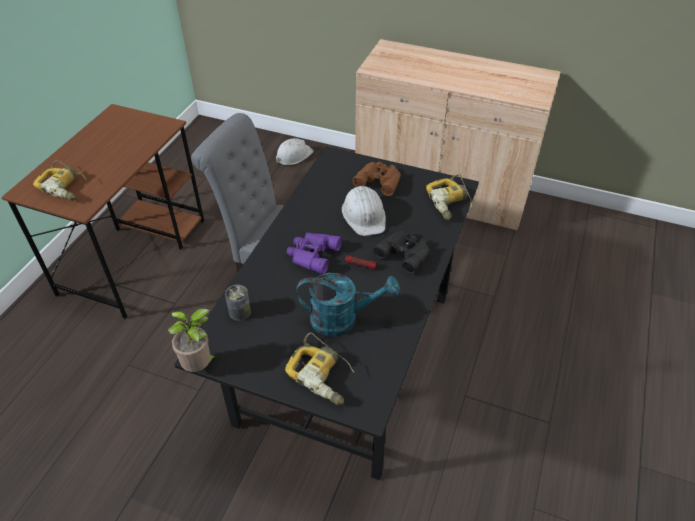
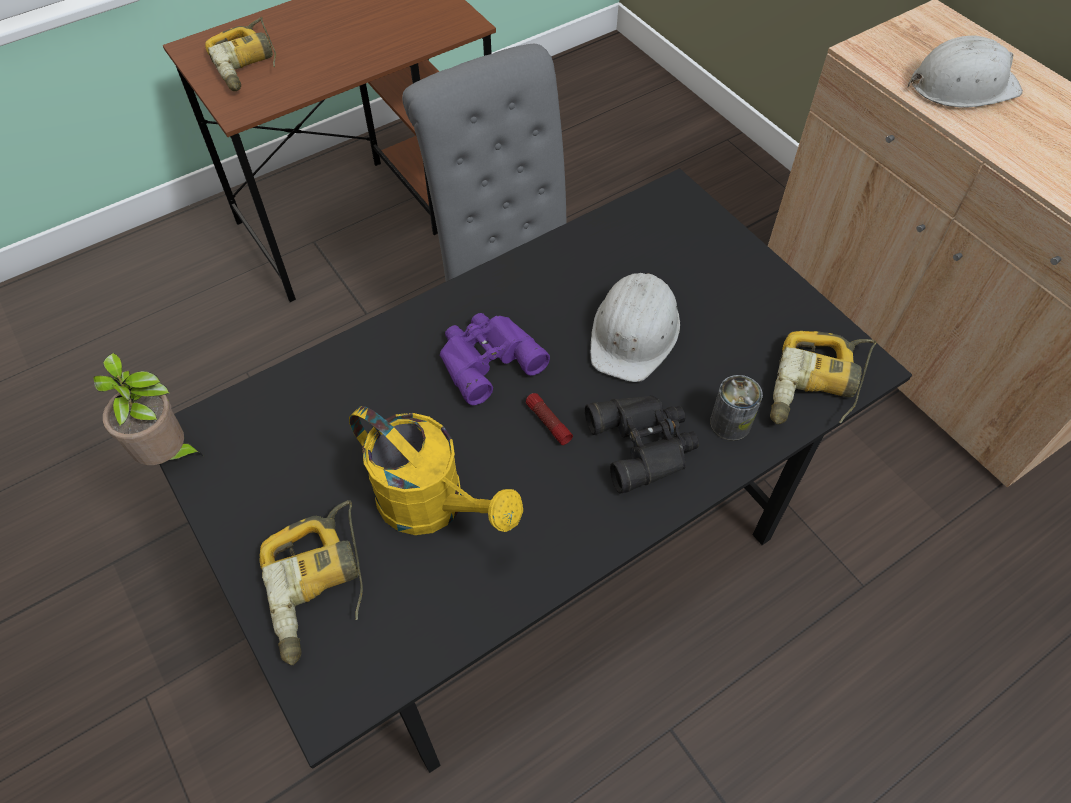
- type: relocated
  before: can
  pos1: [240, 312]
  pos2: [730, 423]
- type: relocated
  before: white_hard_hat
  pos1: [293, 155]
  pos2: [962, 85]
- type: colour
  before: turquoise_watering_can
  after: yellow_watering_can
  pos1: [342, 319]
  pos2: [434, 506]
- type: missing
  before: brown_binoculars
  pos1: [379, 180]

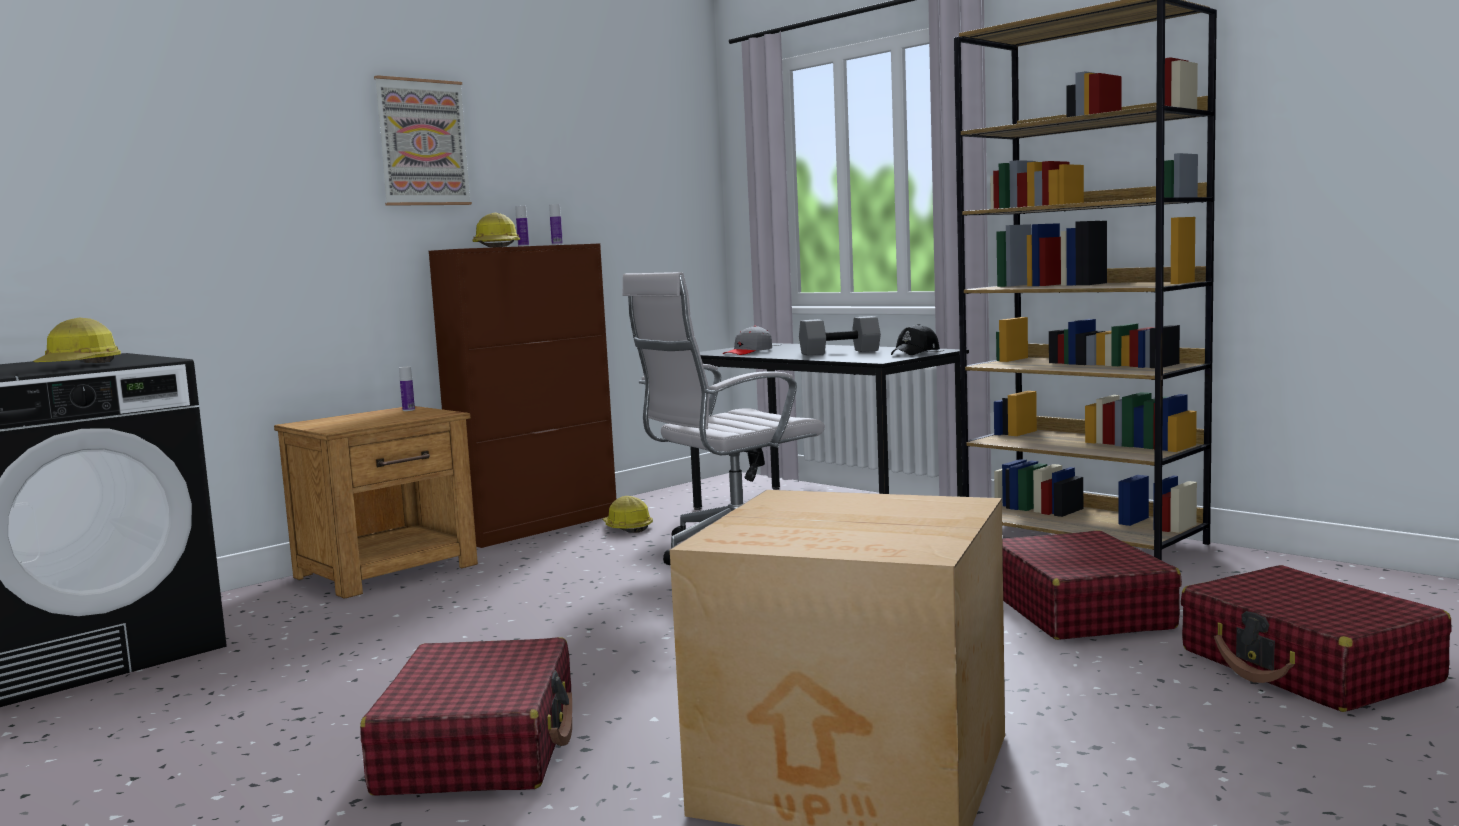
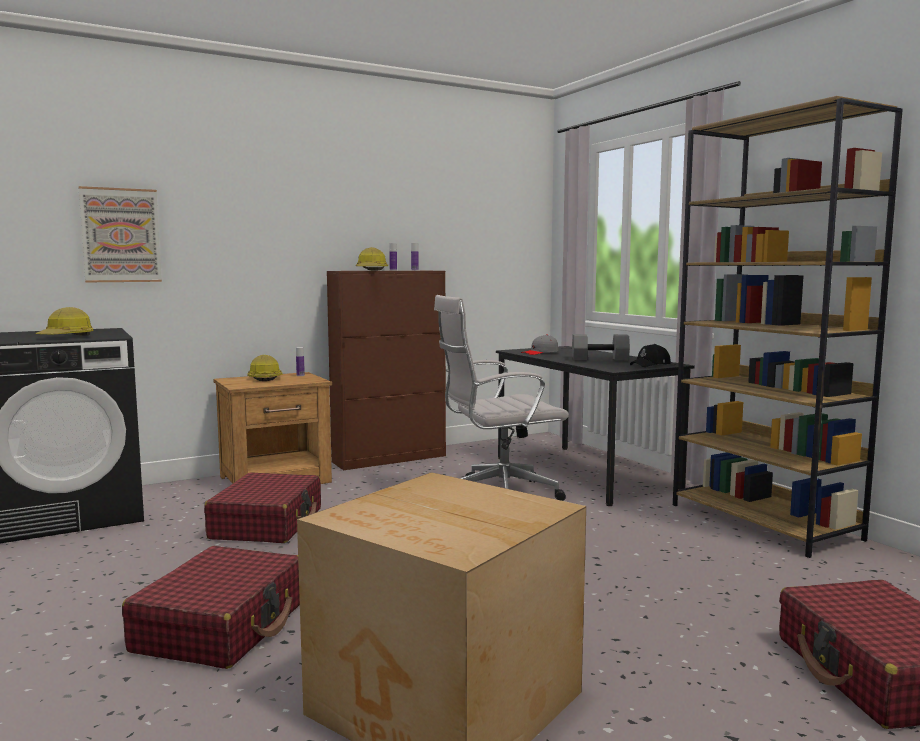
- type: relocated
  before: picture
  pos1: [422, 142]
  pos2: [121, 235]
- type: relocated
  before: hard_hat
  pos1: [626, 527]
  pos2: [264, 378]
- type: relocated
  before: red_suitcase
  pos1: [1080, 610]
  pos2: [267, 524]

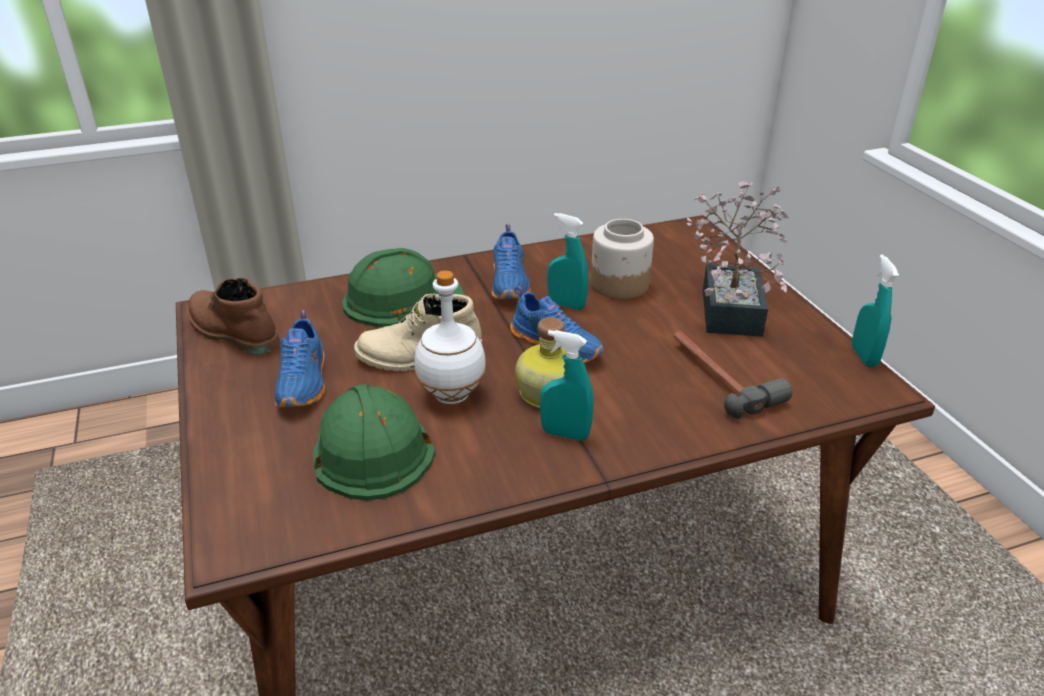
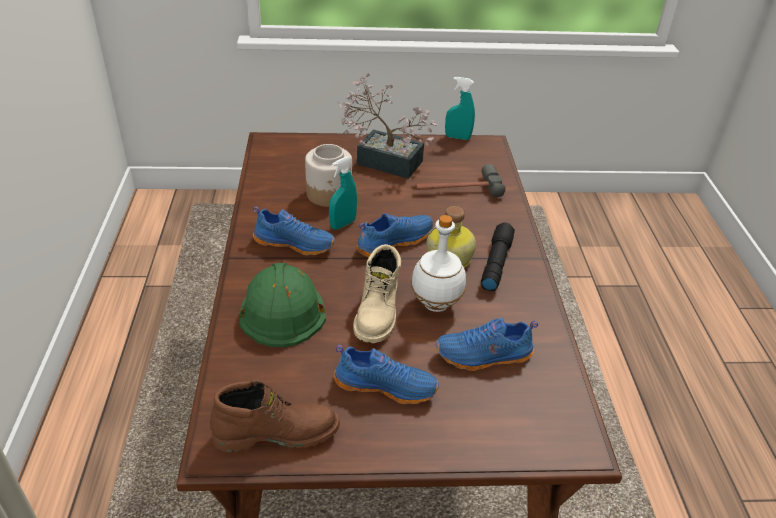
- type: spun
  before: brown_boot
  pos1: [231, 332]
  pos2: [277, 432]
  turn: -150
- type: exchanged
  before: green_hard_hat
  after: blue_shoe
  pos1: [369, 447]
  pos2: [484, 356]
- type: exchanged
  before: turquoise_spray_bottle
  after: black_flashlight
  pos1: [565, 434]
  pos2: [495, 262]

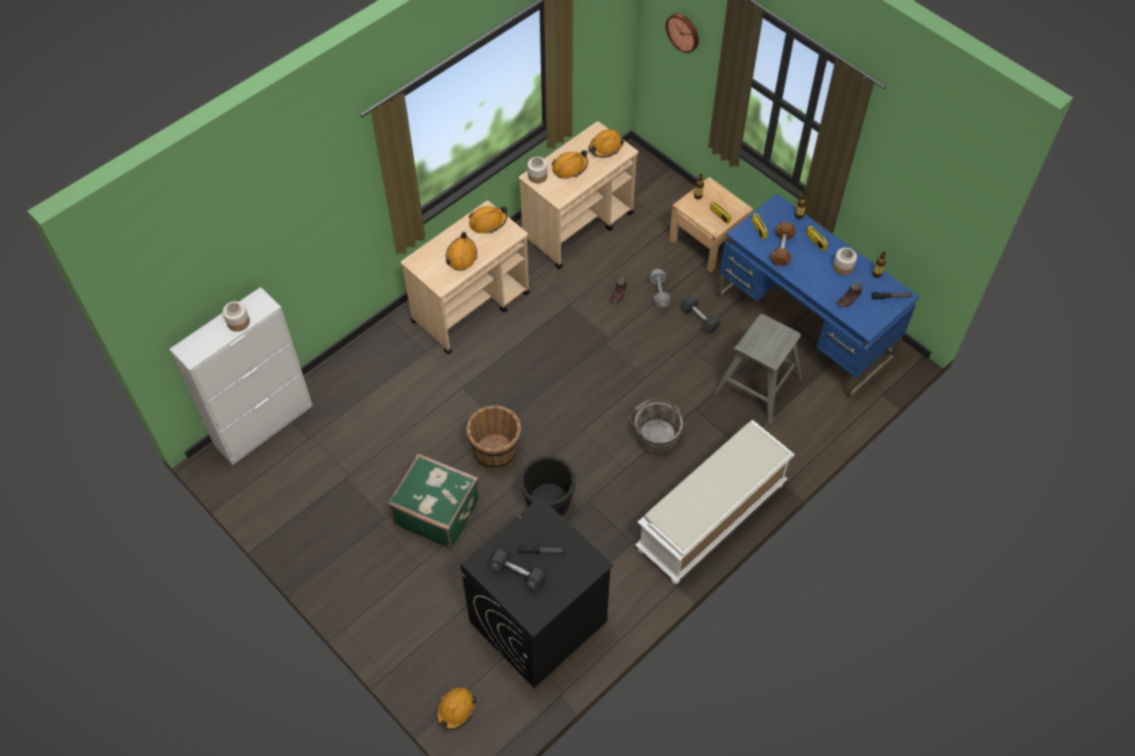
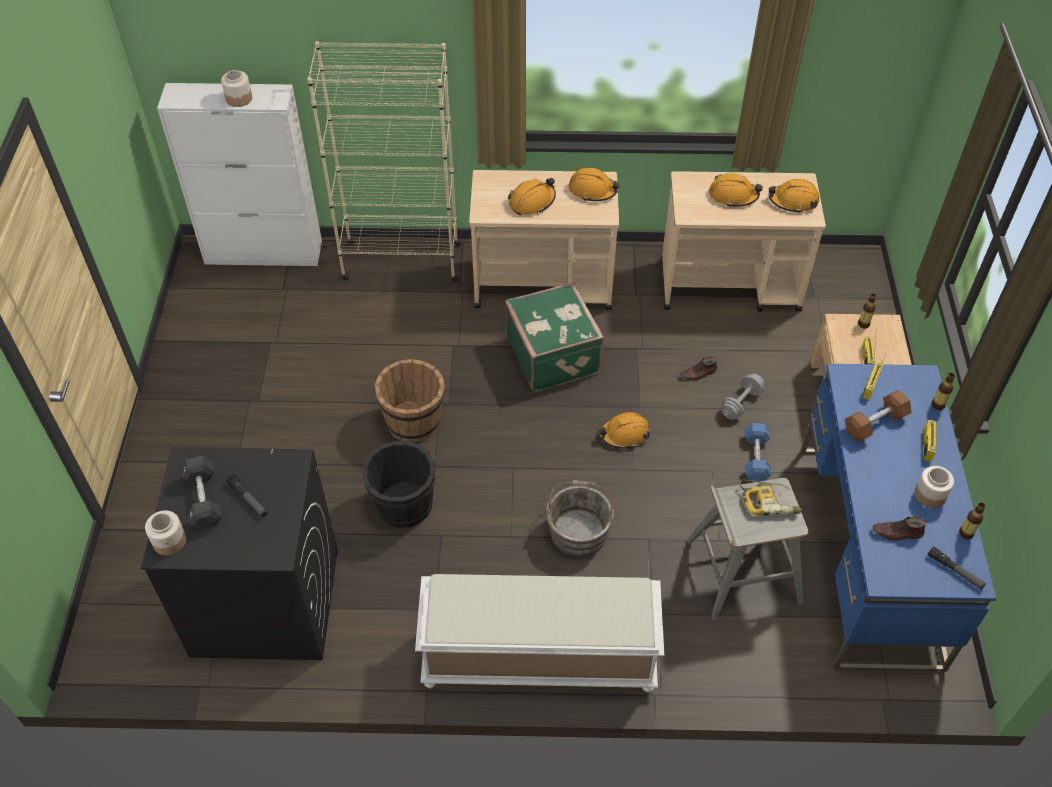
- type: relocated
  before: green_suitcase
  pos1: [437, 511]
  pos2: [554, 354]
- type: relocated
  before: orange_hard_hat
  pos1: [455, 710]
  pos2: [624, 434]
- type: relocated
  before: jar
  pos1: [537, 176]
  pos2: [170, 541]
- type: missing
  before: wall_clock
  pos1: [683, 32]
- type: colour
  before: black_dumbbell
  after: blue_dumbbell
  pos1: [699, 319]
  pos2: [755, 458]
- type: appeared
  after: beige_bookcase
  pos2: [401, 261]
- type: appeared
  after: power_drill
  pos2: [769, 501]

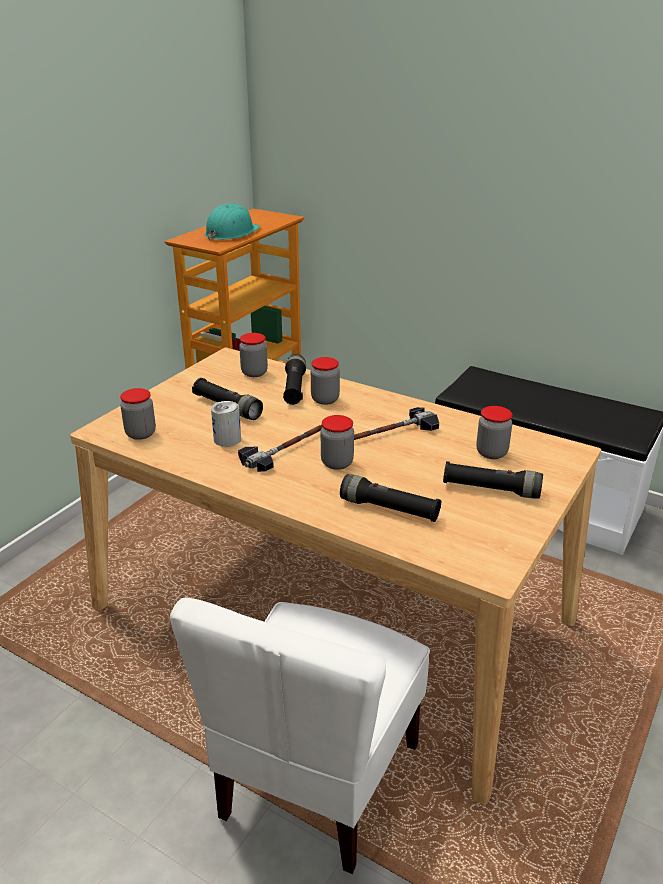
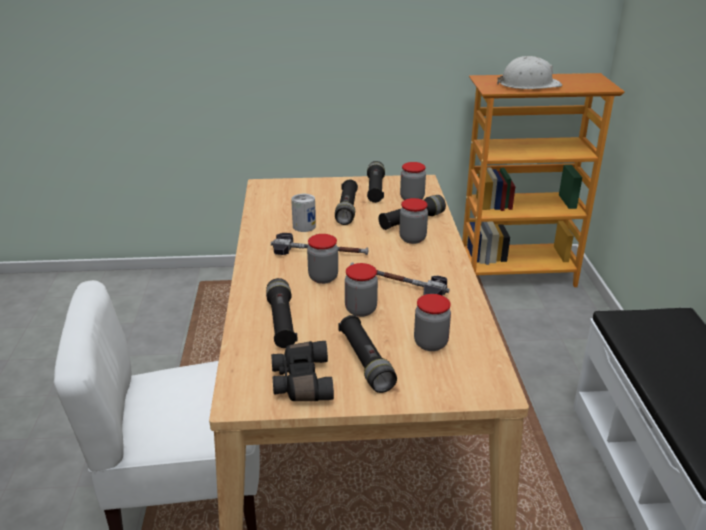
- type: relocated
  before: jar
  pos1: [140, 433]
  pos2: [361, 310]
- type: colour
  before: turquoise_hard_hat
  after: white_hard_hat
  pos1: [231, 233]
  pos2: [528, 84]
- type: appeared
  after: black_binoculars
  pos2: [301, 382]
- type: appeared
  after: black_flashlight
  pos2: [375, 190]

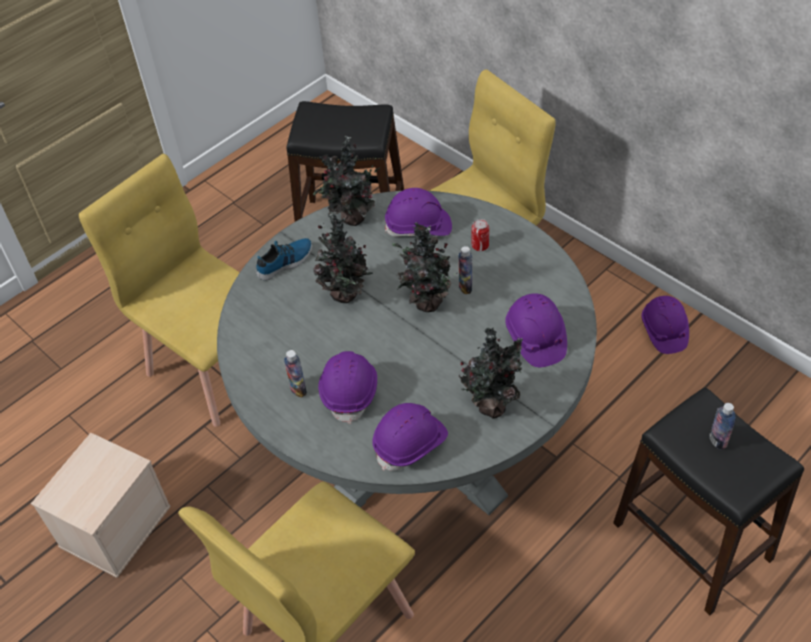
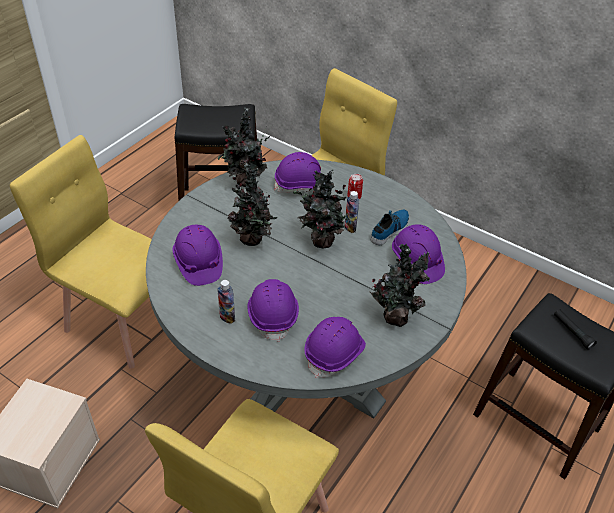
- type: relocated
  before: shoe
  pos1: [285, 262]
  pos2: [390, 230]
- type: relocated
  before: purple_hard_hat
  pos1: [663, 331]
  pos2: [198, 263]
- type: exchanged
  before: bottle
  after: black_flashlight
  pos1: [717, 441]
  pos2: [572, 332]

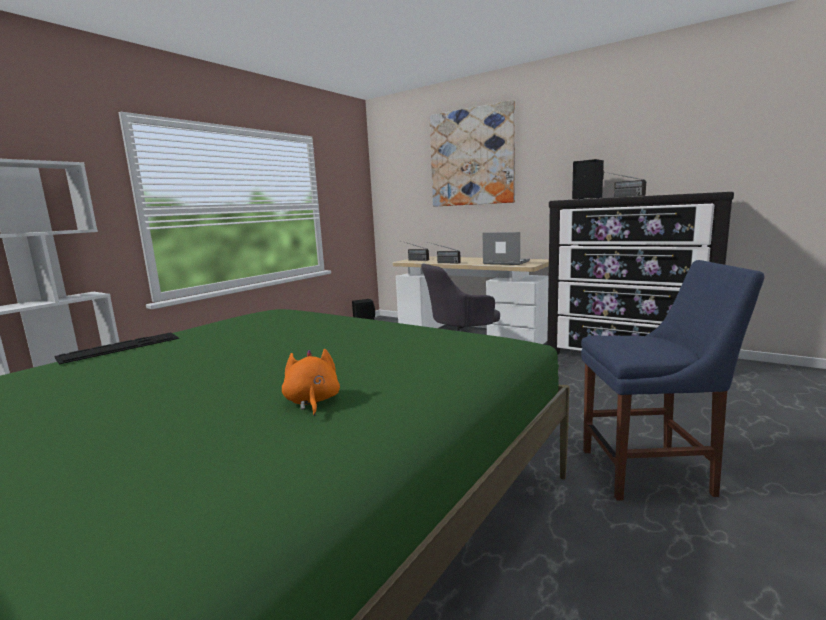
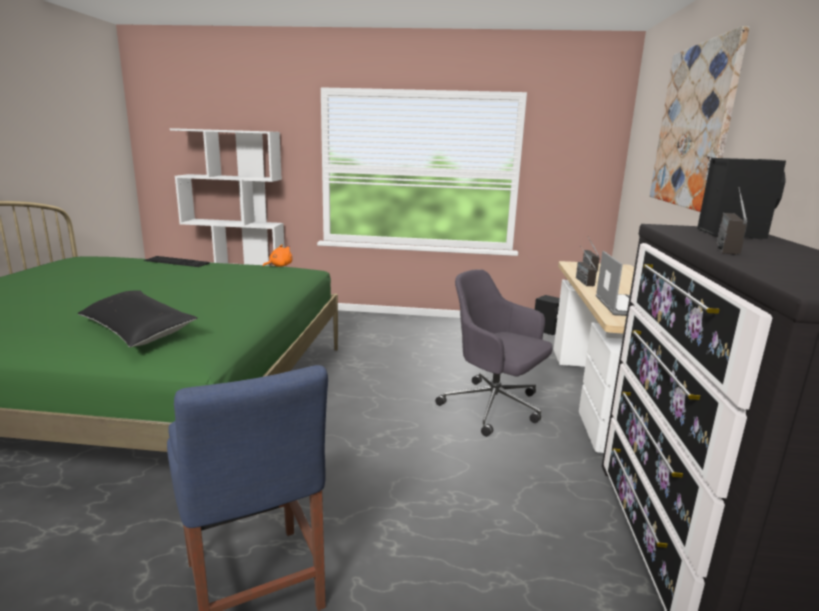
- type: relocated
  before: orange_plush_toy
  pos1: [312, 401]
  pos2: [279, 266]
- type: appeared
  after: black_pillow
  pos2: [137, 330]

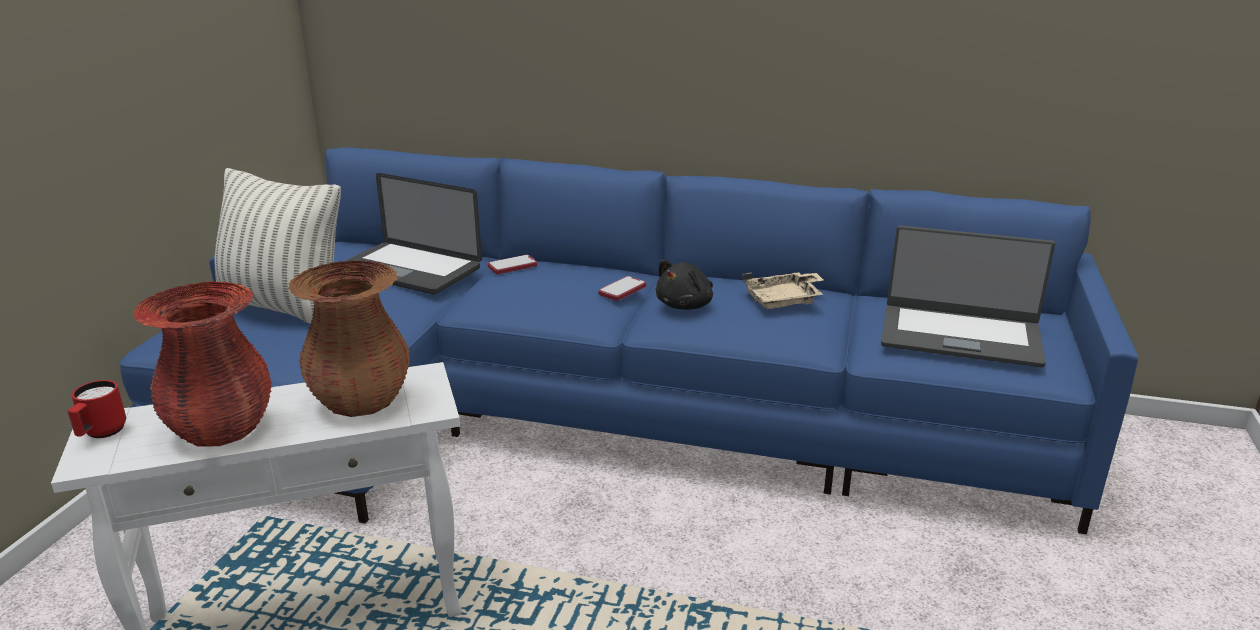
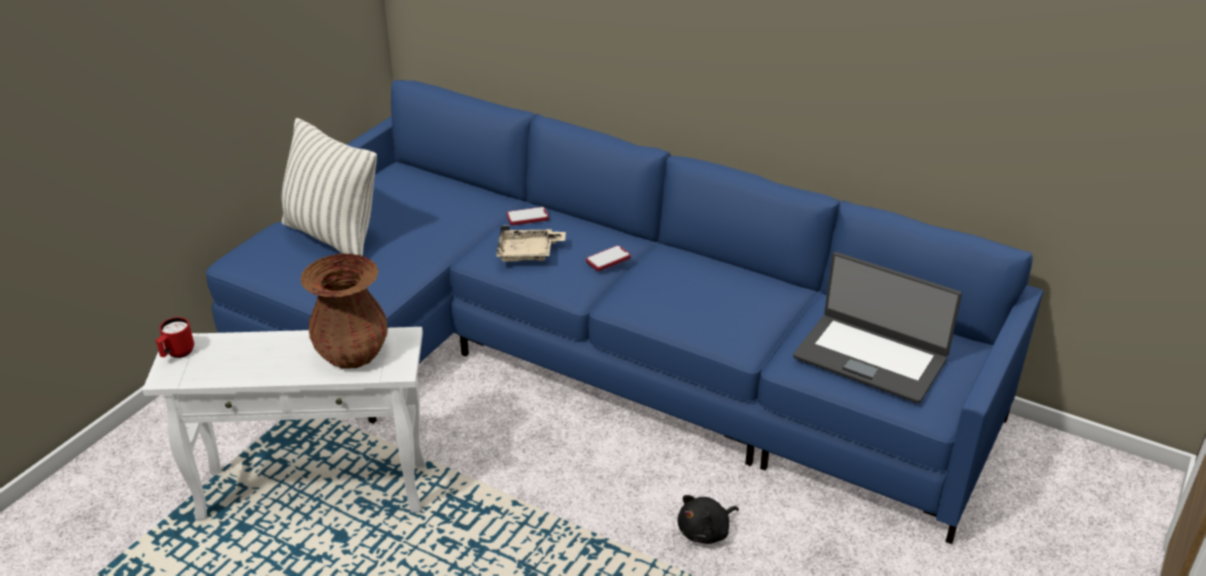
- type: missing
  before: red_vase
  pos1: [221, 429]
- type: missing
  before: laptop
  pos1: [409, 270]
- type: relocated
  before: black_plush_toy
  pos1: [686, 305]
  pos2: [706, 531]
- type: relocated
  before: beige_tray
  pos1: [784, 300]
  pos2: [528, 253]

